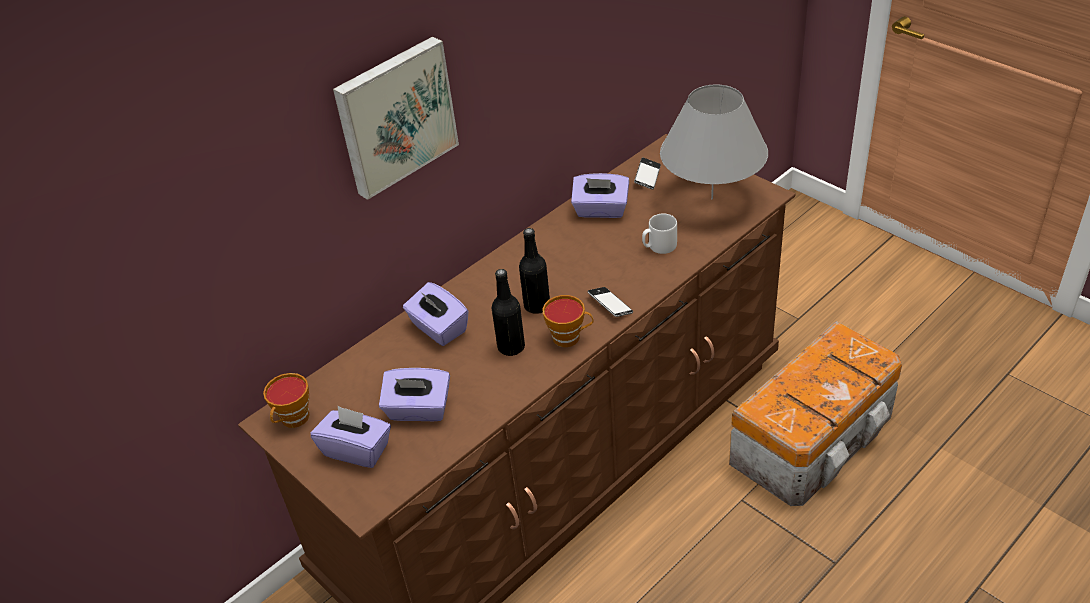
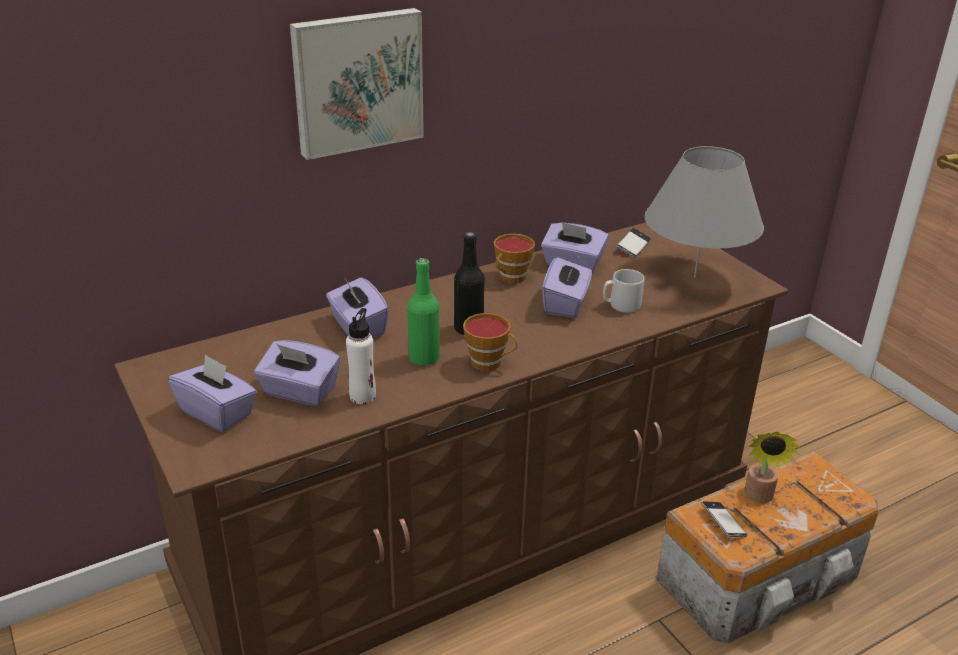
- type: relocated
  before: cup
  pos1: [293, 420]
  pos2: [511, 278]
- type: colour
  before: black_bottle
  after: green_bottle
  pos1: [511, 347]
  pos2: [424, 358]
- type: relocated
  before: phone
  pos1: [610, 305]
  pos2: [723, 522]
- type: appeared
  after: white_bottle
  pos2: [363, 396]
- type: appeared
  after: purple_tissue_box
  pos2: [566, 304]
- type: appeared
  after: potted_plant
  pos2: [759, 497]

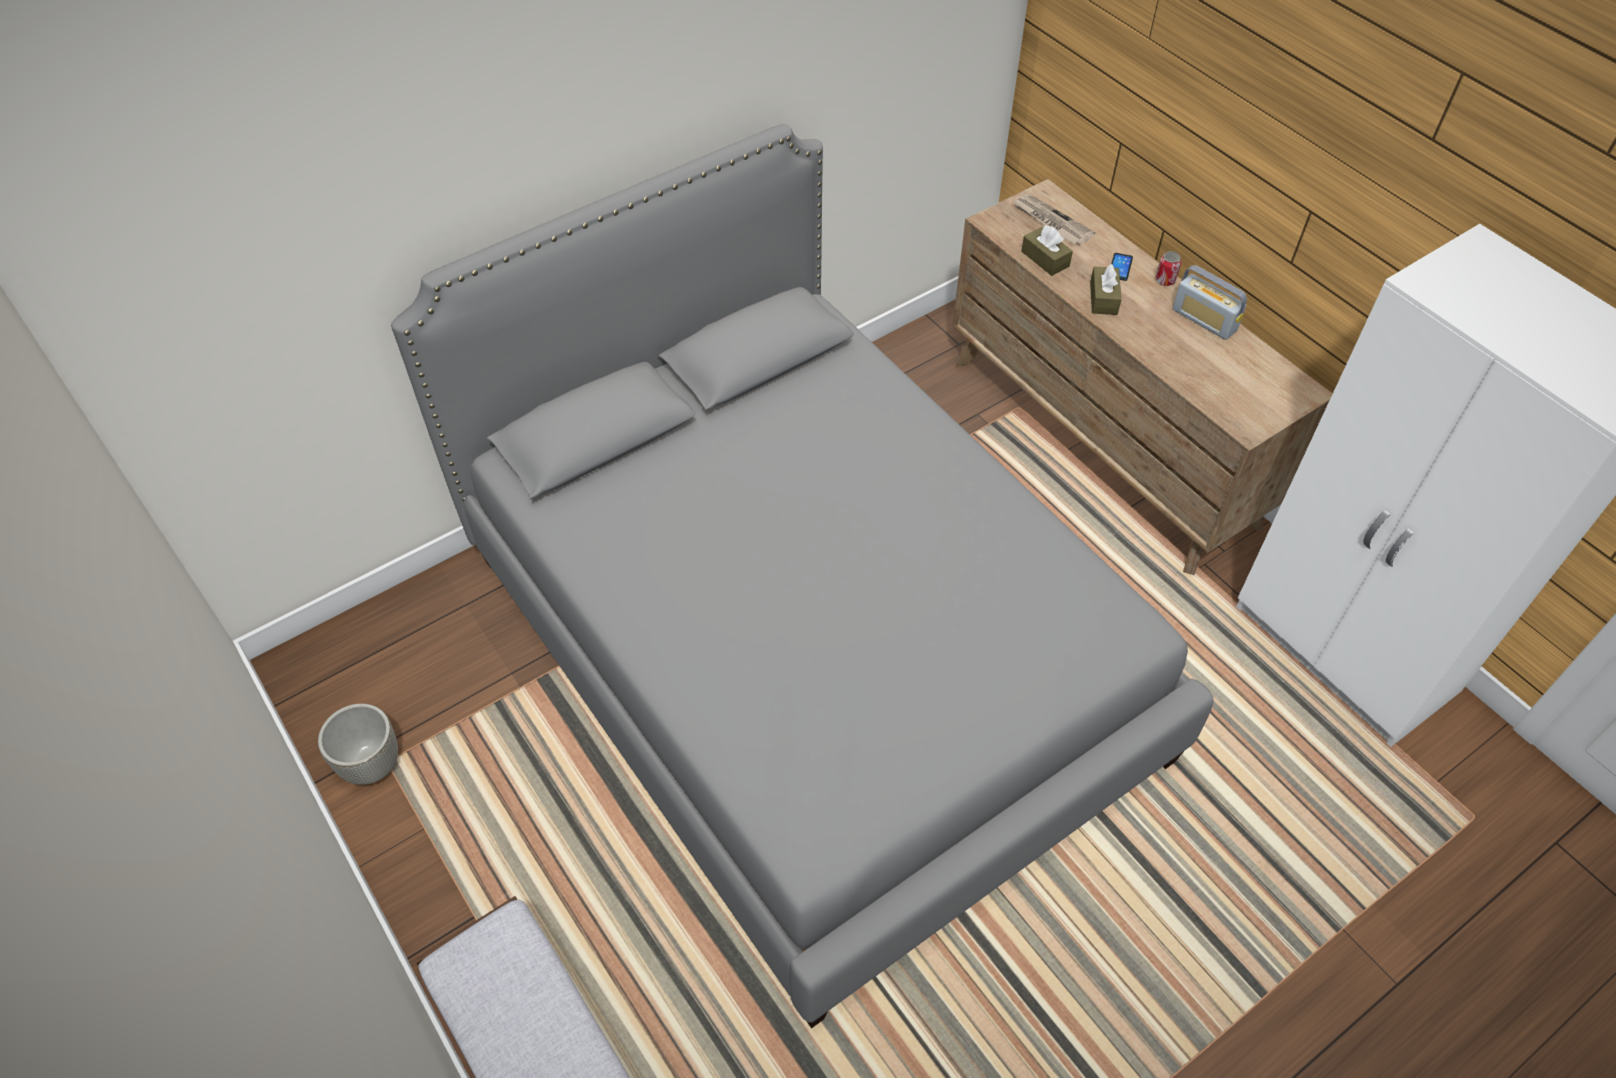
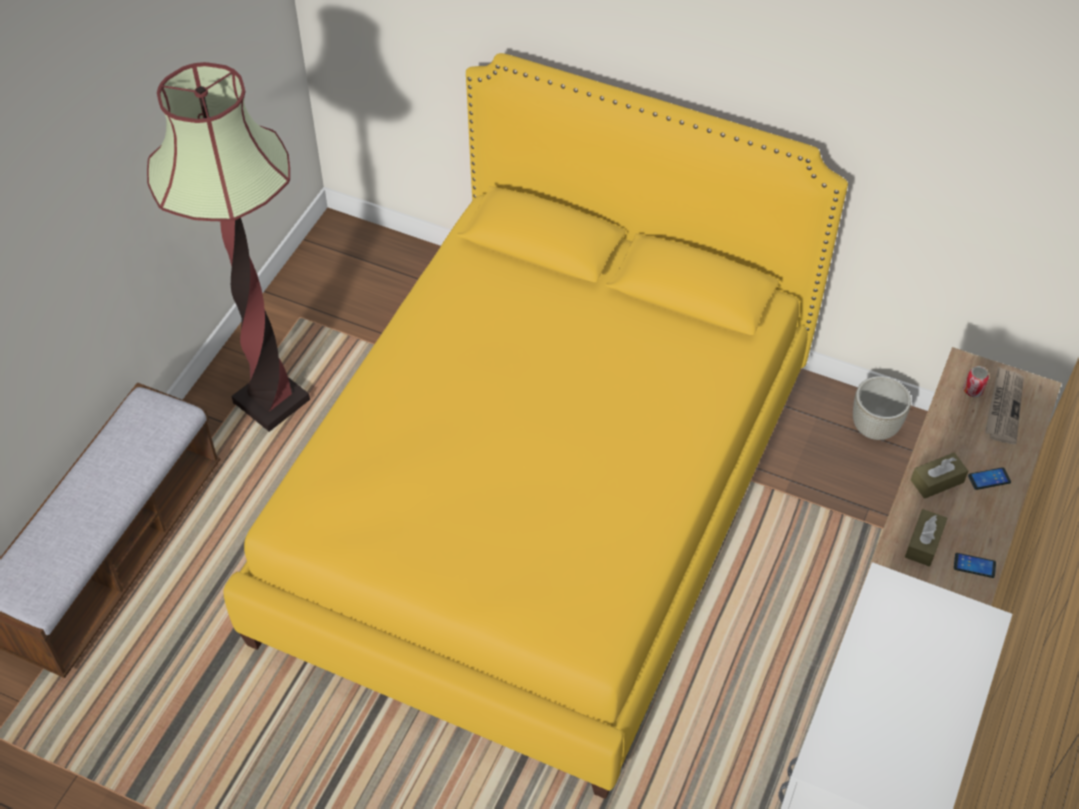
- type: relocated
  before: grey_planter
  pos1: [372, 765]
  pos2: [874, 428]
- type: colour
  before: grey_bed
  after: yellow_bed
  pos1: [808, 652]
  pos2: [540, 502]
- type: relocated
  before: brown_tissue_box
  pos1: [1045, 259]
  pos2: [923, 543]
- type: relocated
  before: can
  pos1: [1165, 280]
  pos2: [973, 390]
- type: exchanged
  before: radio
  after: phone
  pos1: [1204, 320]
  pos2: [974, 565]
- type: appeared
  after: floor_lamp
  pos2: [271, 401]

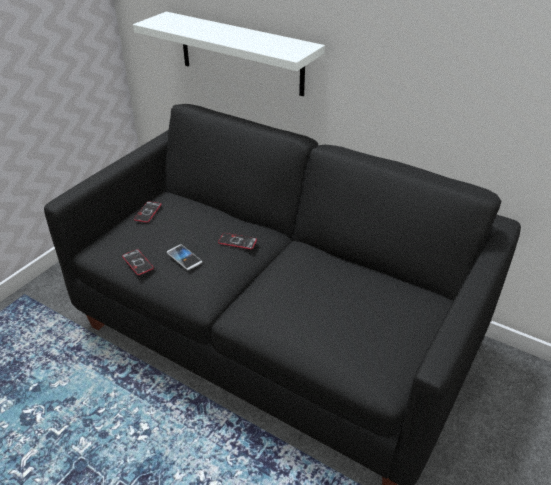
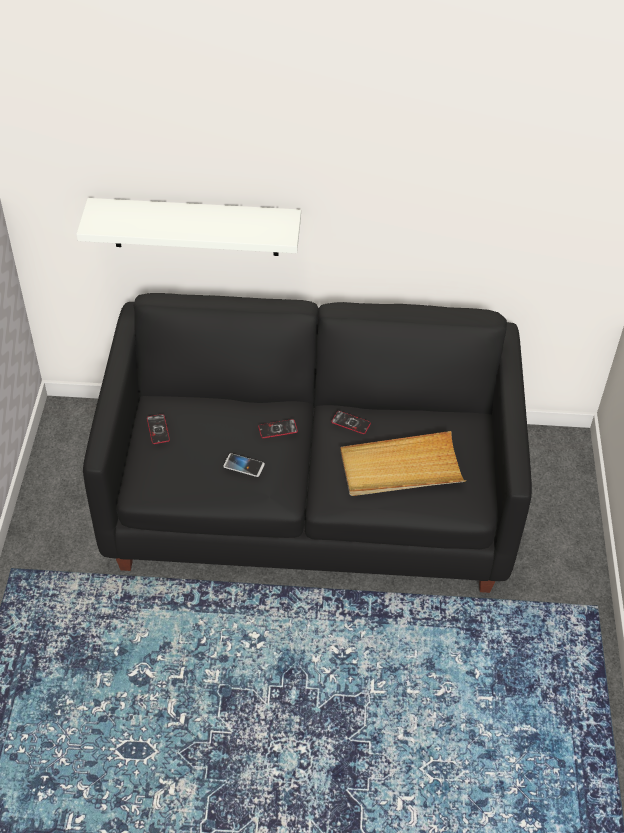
- type: relocated
  before: phone
  pos1: [138, 262]
  pos2: [351, 423]
- type: appeared
  after: beige_tray
  pos2: [400, 468]

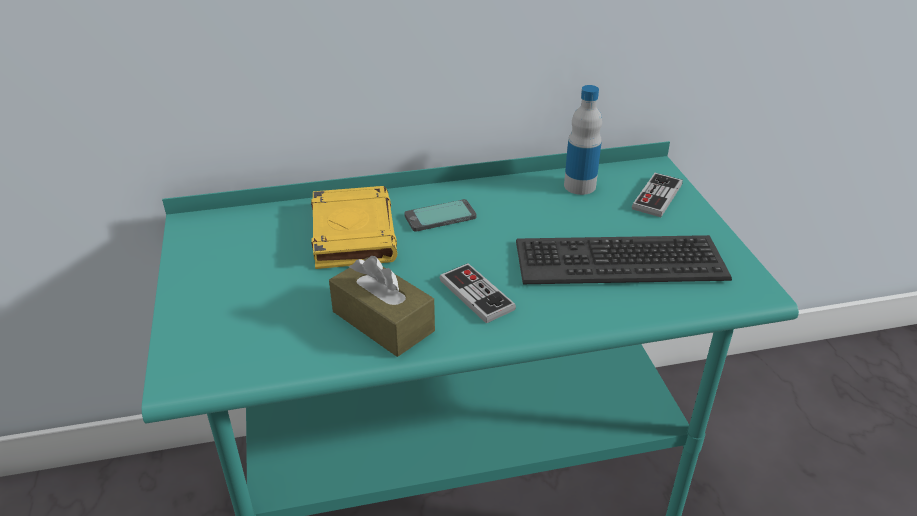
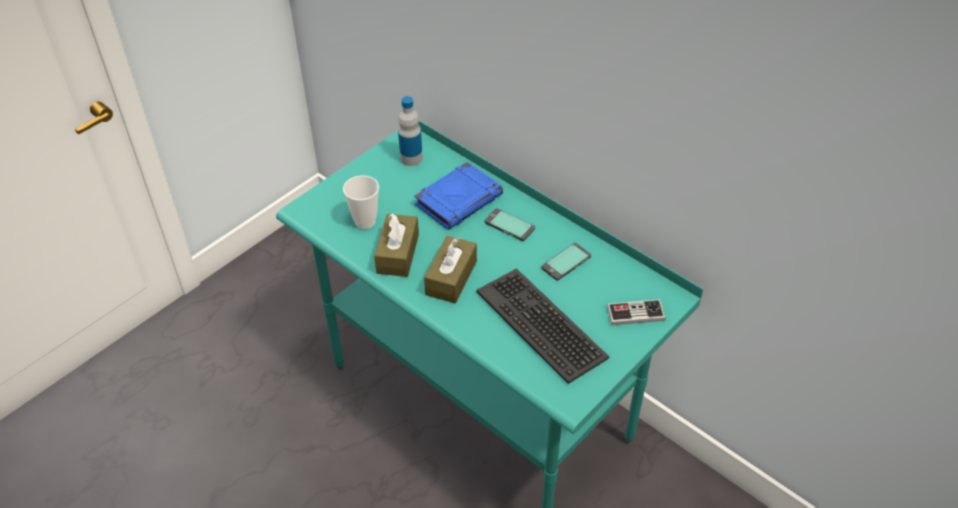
- type: colour
  before: yellow_book
  after: blue_book
  pos1: [352, 233]
  pos2: [459, 200]
- type: exchanged
  before: game_controller
  after: brown_tissue_box
  pos1: [476, 295]
  pos2: [451, 278]
- type: relocated
  before: bottle
  pos1: [579, 186]
  pos2: [411, 158]
- type: appeared
  after: cup
  pos2: [365, 221]
- type: appeared
  after: phone
  pos2: [566, 262]

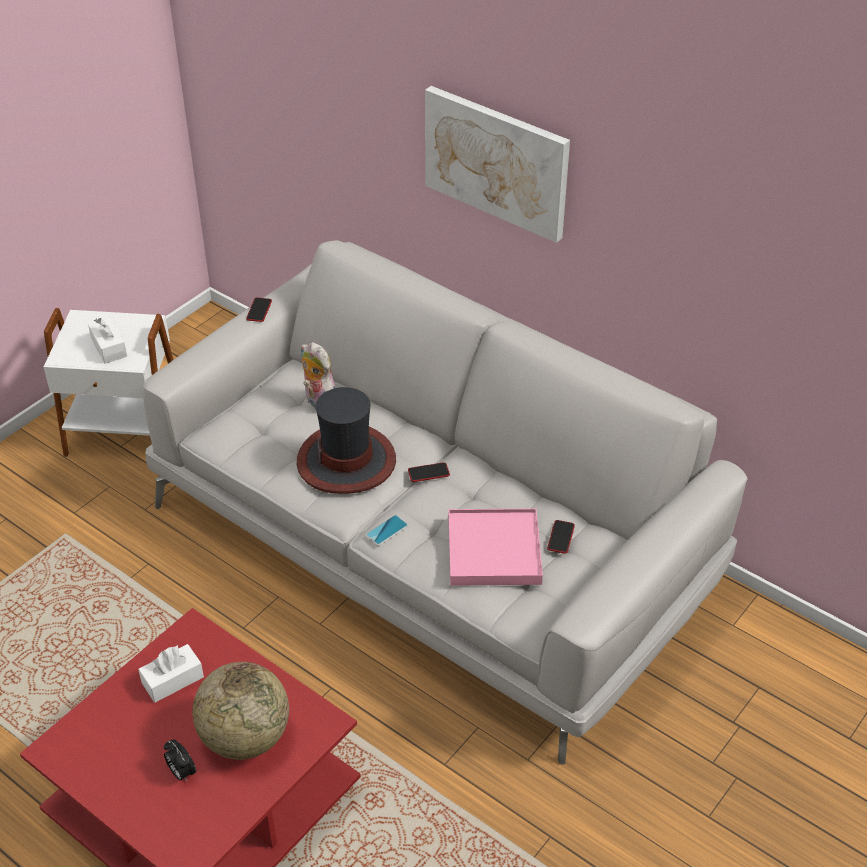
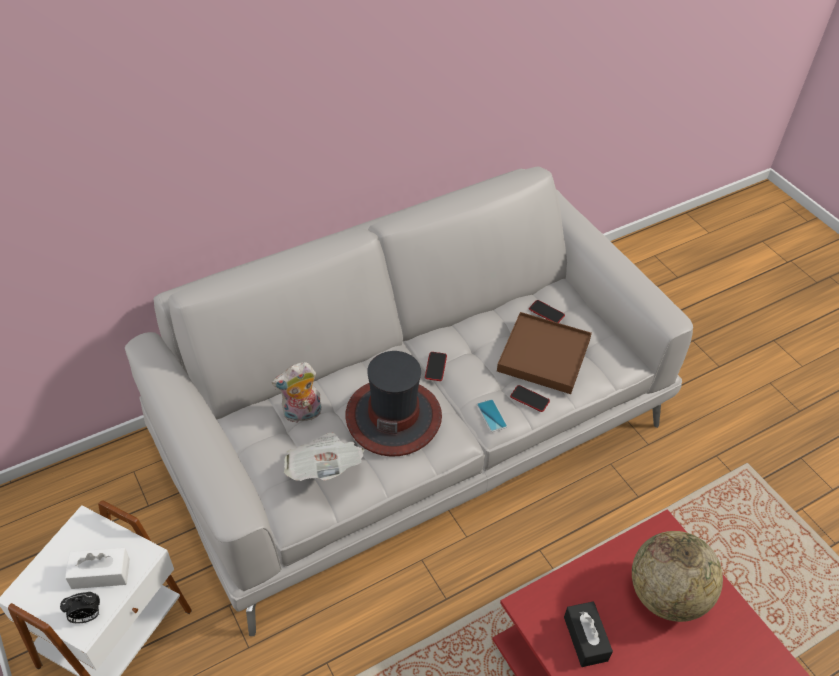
- type: colour
  before: white_tissue_box
  after: black_tissue_box
  pos1: [172, 680]
  pos2: [585, 638]
- type: relocated
  before: alarm_clock
  pos1: [181, 772]
  pos2: [86, 616]
- type: relocated
  before: phone
  pos1: [259, 310]
  pos2: [529, 399]
- type: missing
  before: picture
  pos1: [496, 161]
- type: colour
  before: pink_tray
  after: brown_tray
  pos1: [493, 550]
  pos2: [543, 355]
- type: appeared
  after: newspaper
  pos2: [324, 469]

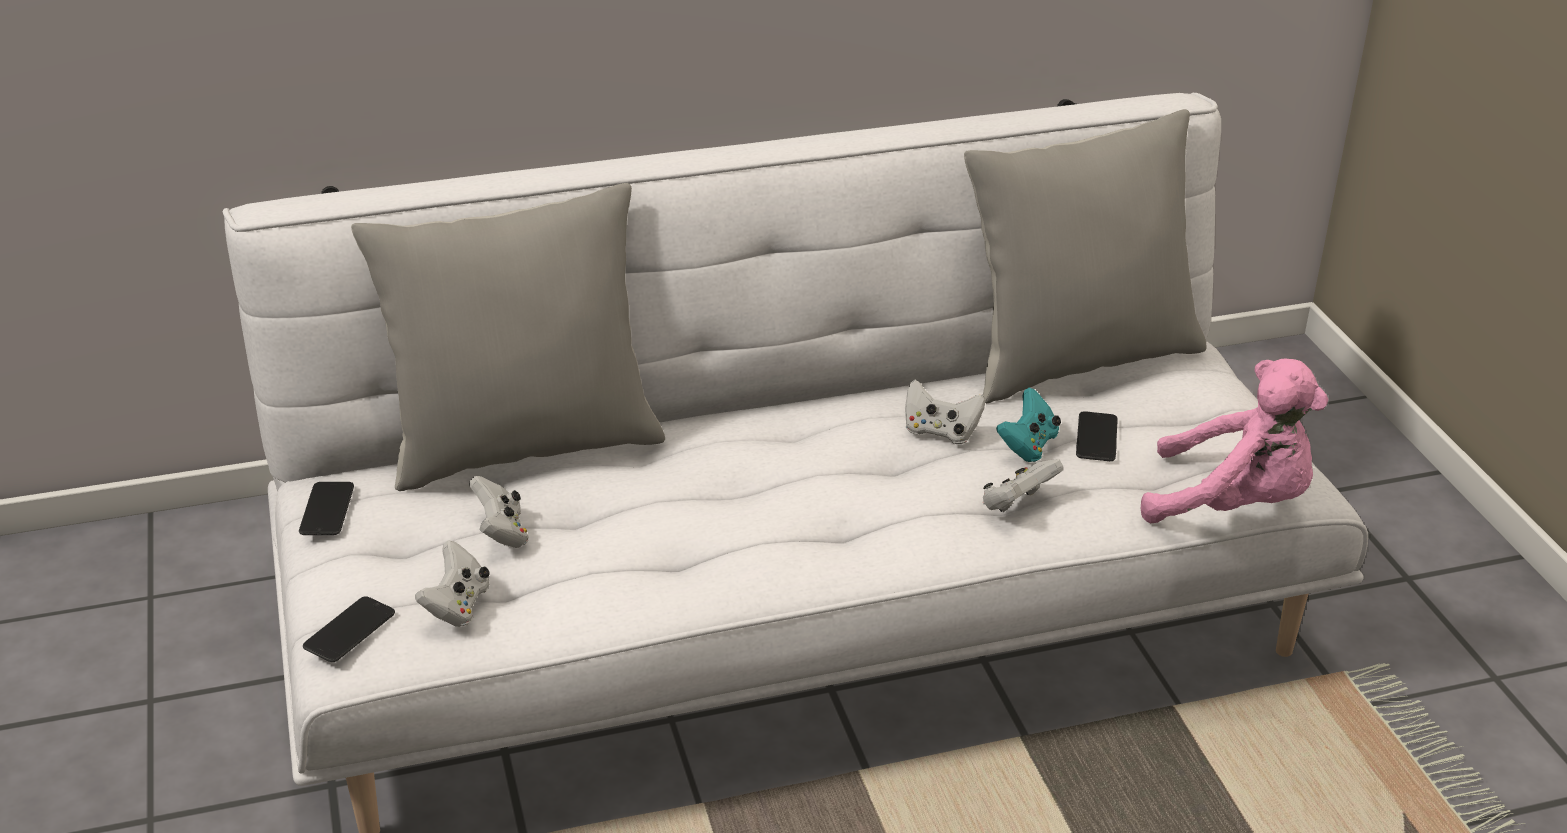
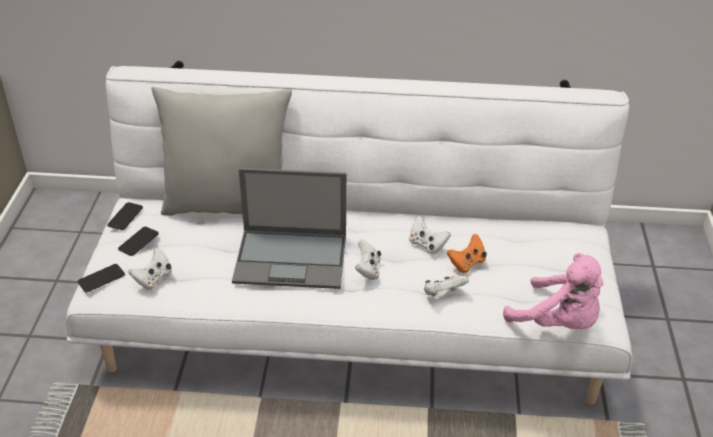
- type: relocated
  before: white_game_controller
  pos1: [501, 533]
  pos2: [368, 270]
- type: missing
  before: grey_pillow
  pos1: [1077, 359]
- type: colour
  before: turquoise_game_controller
  after: orange_game_controller
  pos1: [1028, 446]
  pos2: [467, 263]
- type: relocated
  before: phone
  pos1: [1096, 438]
  pos2: [138, 242]
- type: appeared
  after: laptop
  pos2: [292, 258]

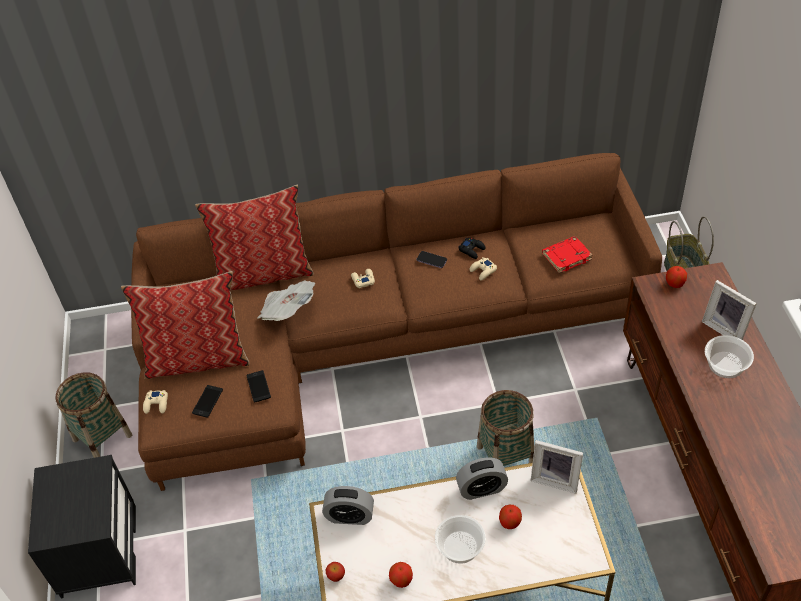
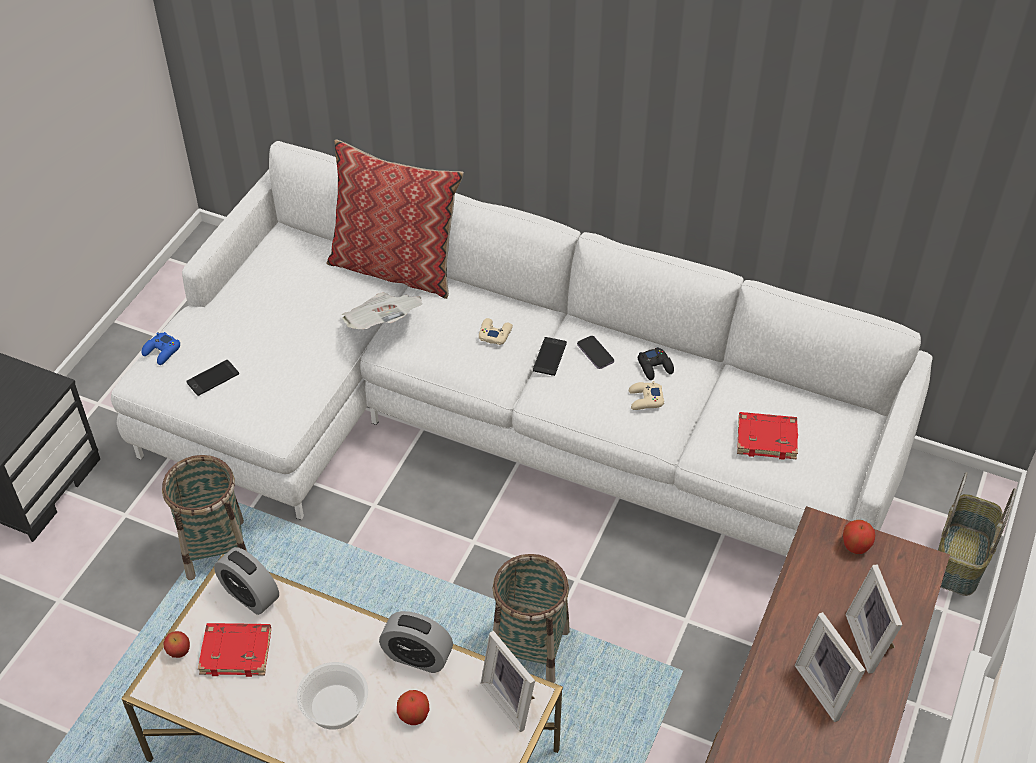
- type: relocated
  before: basket
  pos1: [102, 437]
  pos2: [216, 549]
- type: missing
  before: pillow
  pos1: [198, 358]
- type: colour
  before: brown_sofa
  after: white_sofa
  pos1: [373, 339]
  pos2: [497, 420]
- type: colour
  before: beige_game_controller
  after: blue_game_controller
  pos1: [156, 404]
  pos2: [162, 352]
- type: relocated
  before: phone
  pos1: [258, 386]
  pos2: [549, 356]
- type: missing
  before: apple
  pos1: [401, 580]
- type: exchanged
  before: bowl
  after: picture_frame
  pos1: [726, 364]
  pos2: [827, 687]
- type: appeared
  after: red_book
  pos2: [237, 651]

